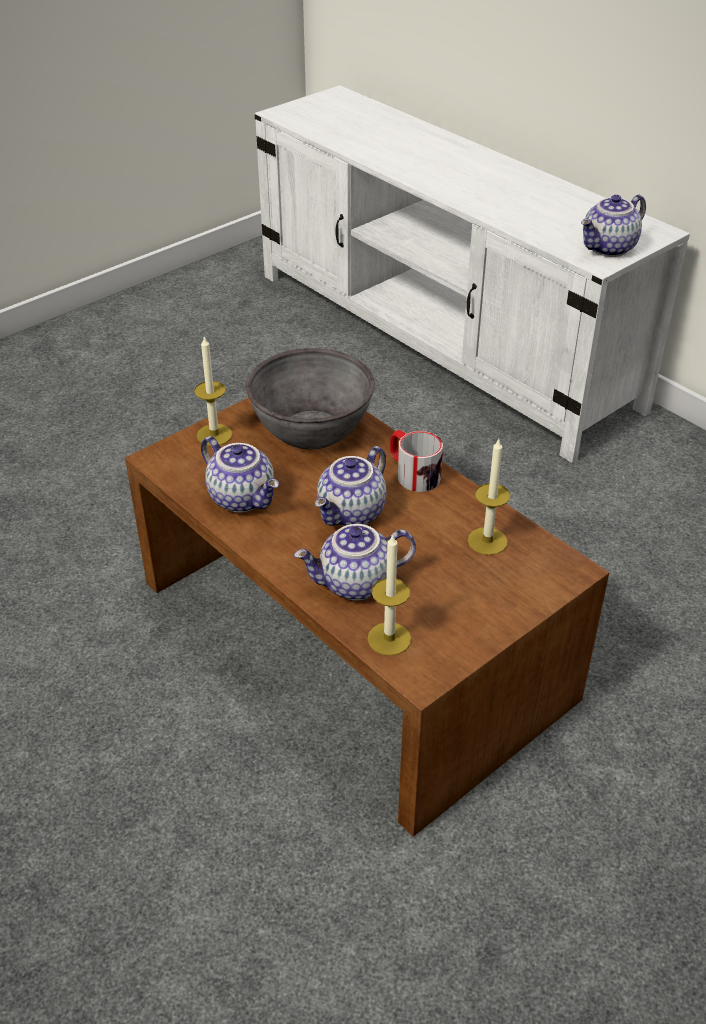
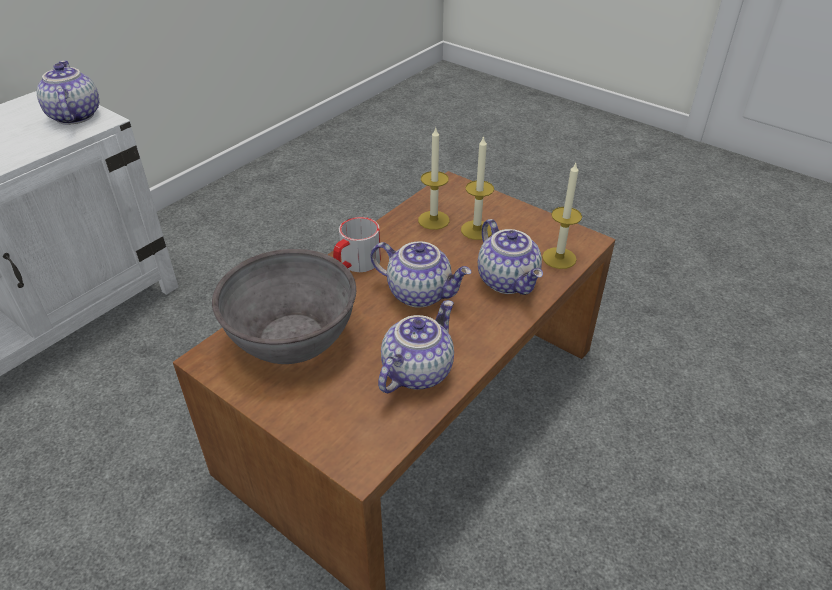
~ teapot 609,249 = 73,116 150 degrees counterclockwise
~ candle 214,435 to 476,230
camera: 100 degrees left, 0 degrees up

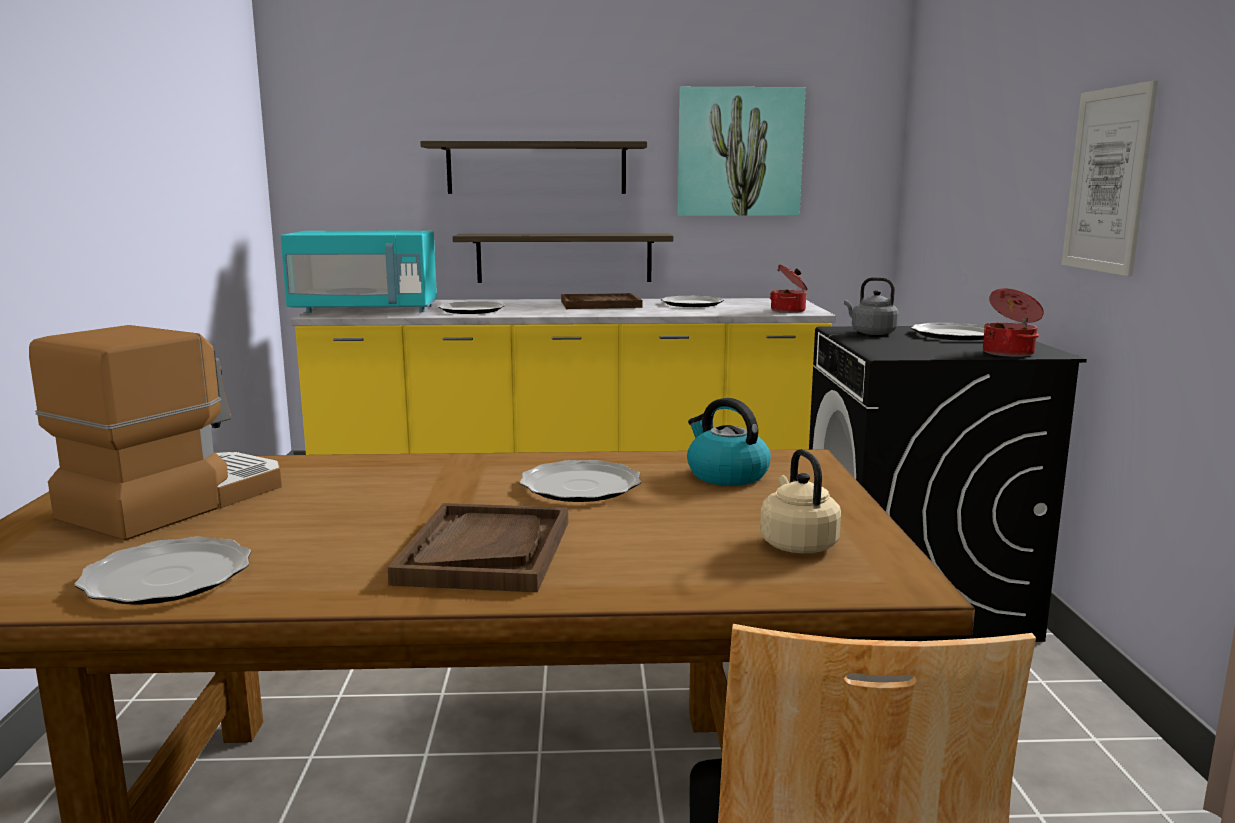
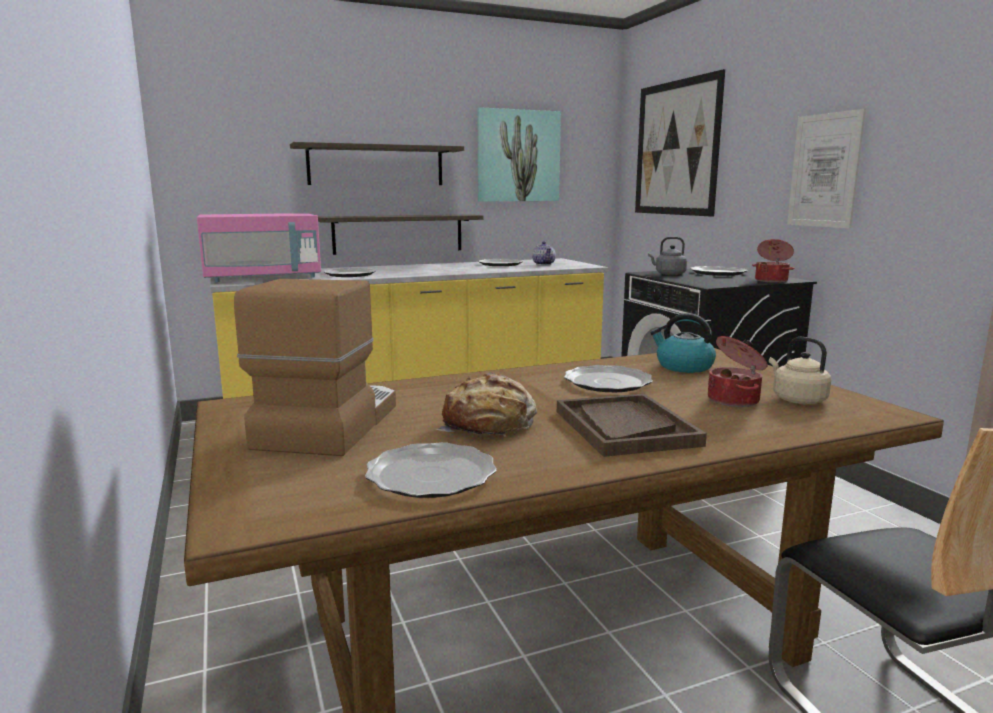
~ turquoise microwave 366,310 to pink microwave 263,278
~ cooking pot 789,311 to 734,400
- brown tray 601,304
+ picture 676,148
+ teapot 543,264
+ bread 489,426
camera: 20 degrees left, 0 degrees up

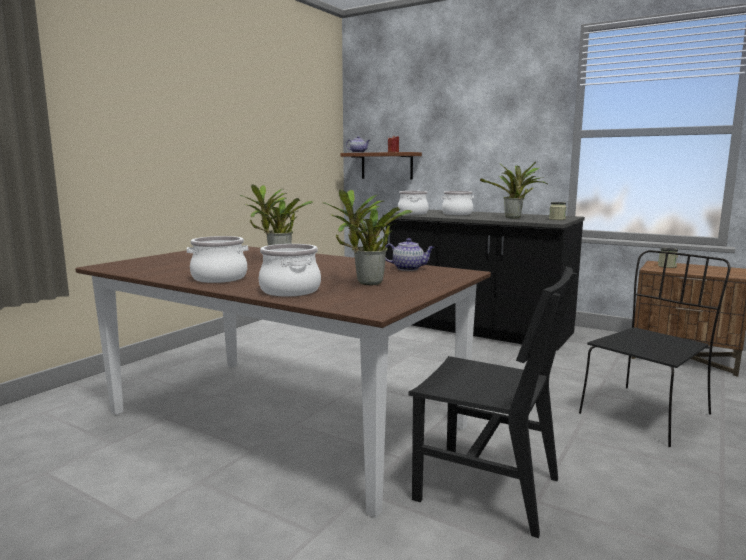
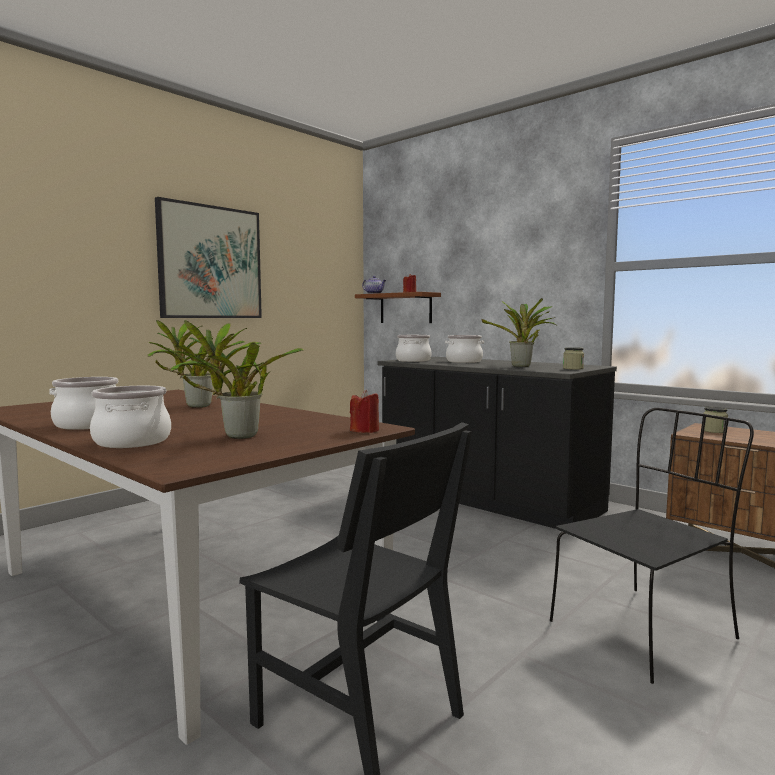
- teapot 409,268
+ picture 210,262
+ red candle 365,430
camera: 10 degrees right, 5 degrees down

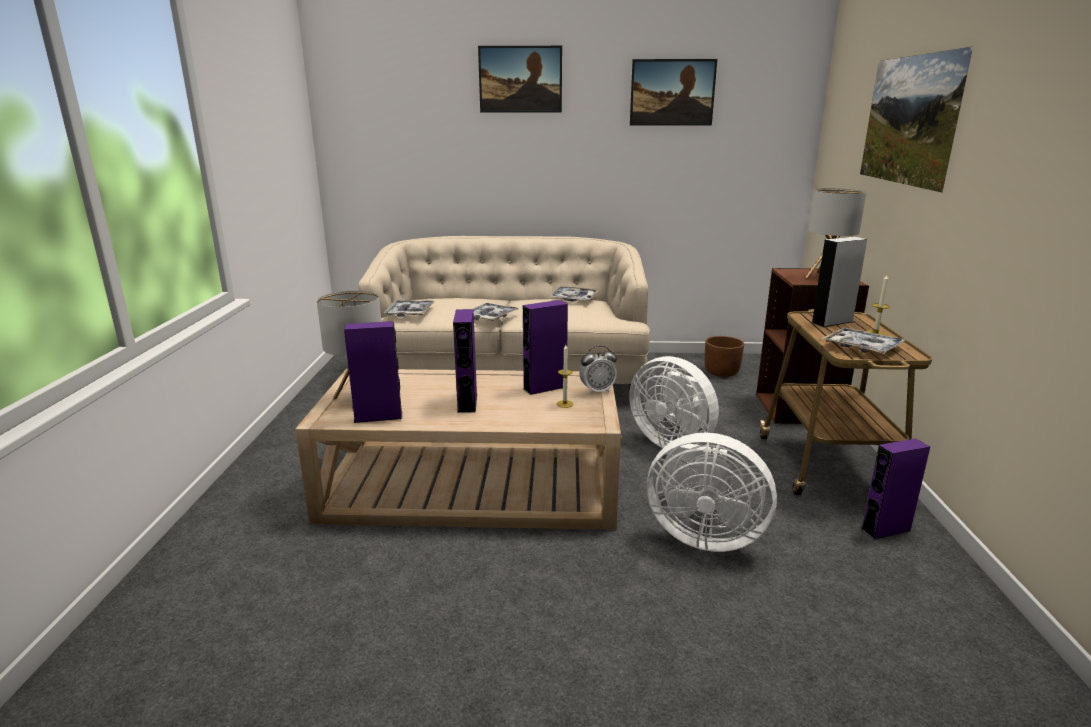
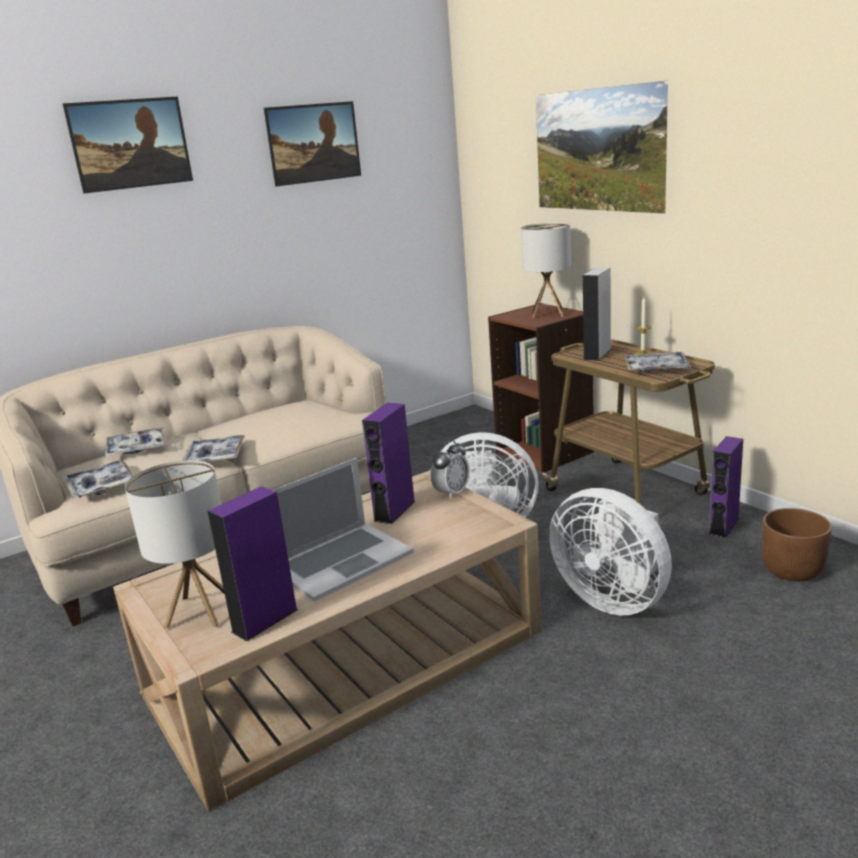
~ tray 574,299 to 137,448
~ purple speaker 467,403 to laptop 340,560
~ brown planter 721,372 to 792,570
- candle 564,404
~ white fan 702,535 = 613,598 60 degrees clockwise
camera: 35 degrees left, 0 degrees up

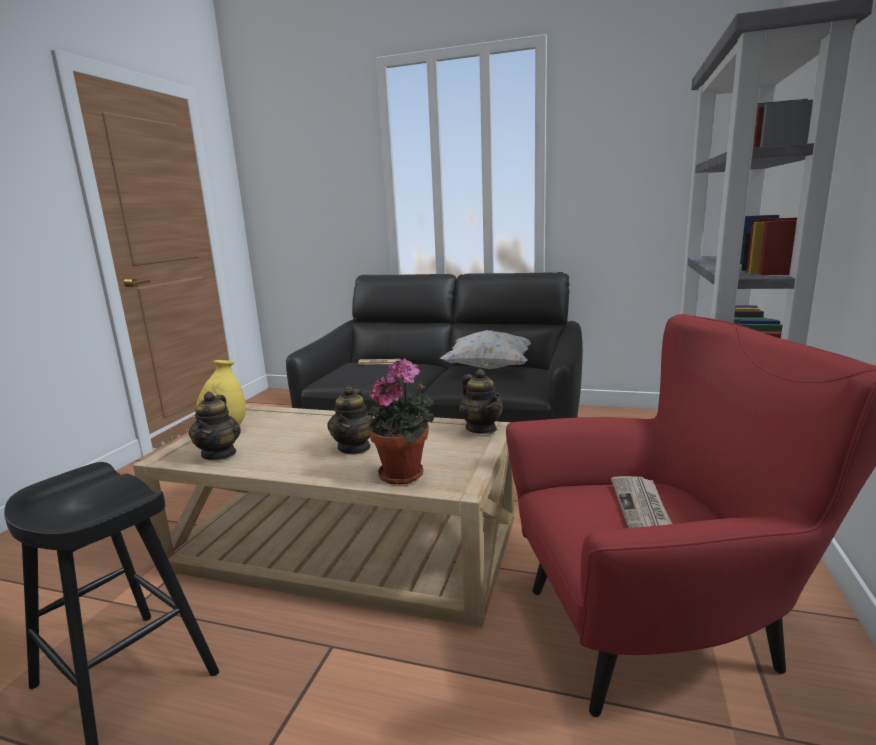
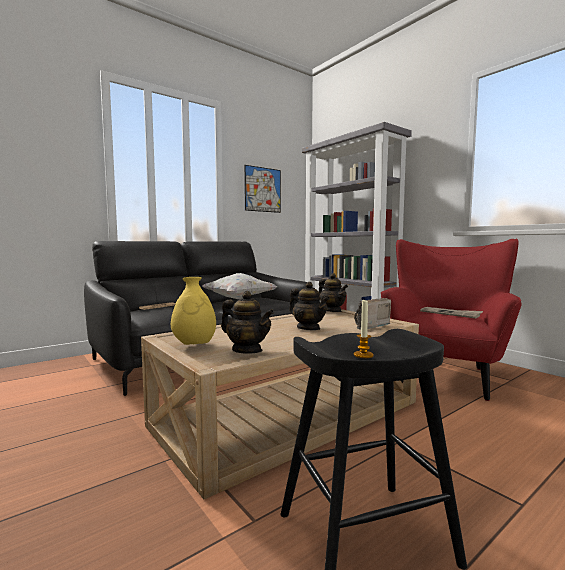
~ potted plant 405,474 to radio 368,326
~ teapot 481,428 = 332,311 45 degrees clockwise
+ picture 262,189
+ candle 363,355
camera: 55 degrees left, 10 degrees down

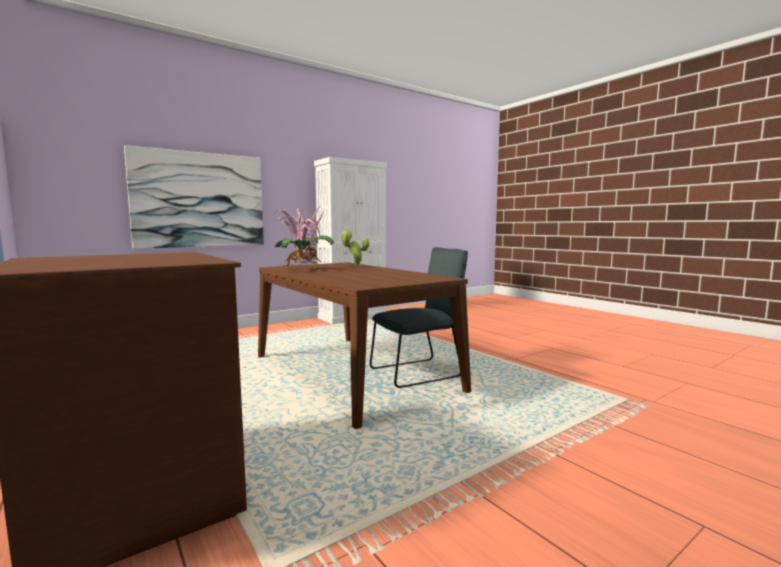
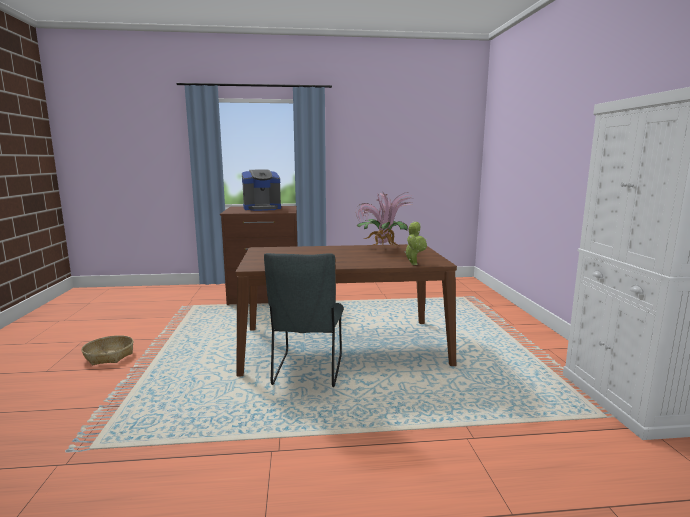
- picture 200,200
+ coffee machine 262,208
+ basket 109,356
camera: 120 degrees right, 5 degrees up

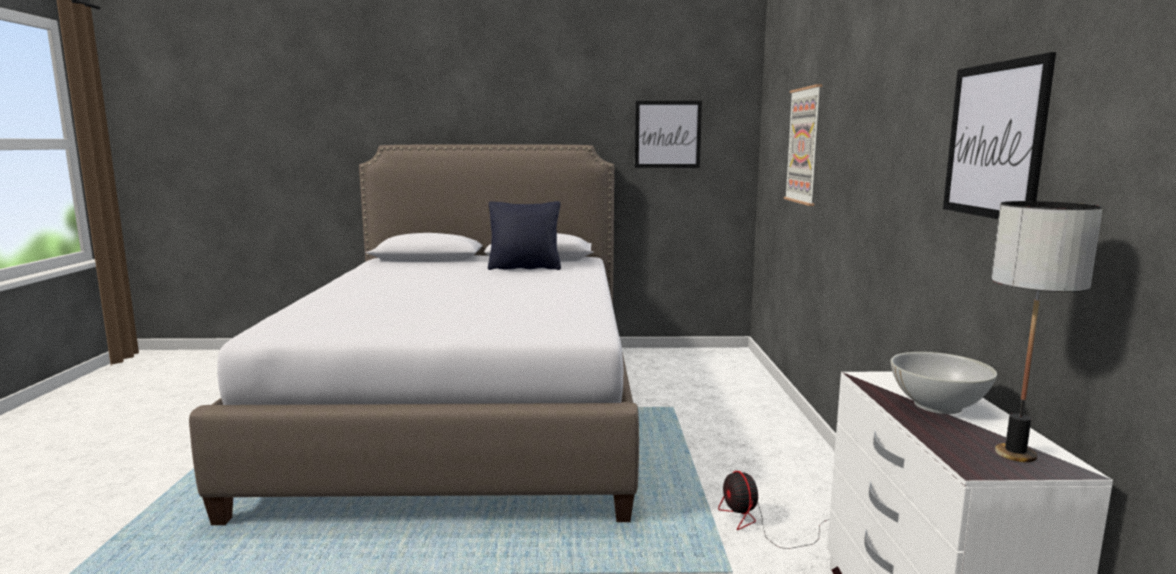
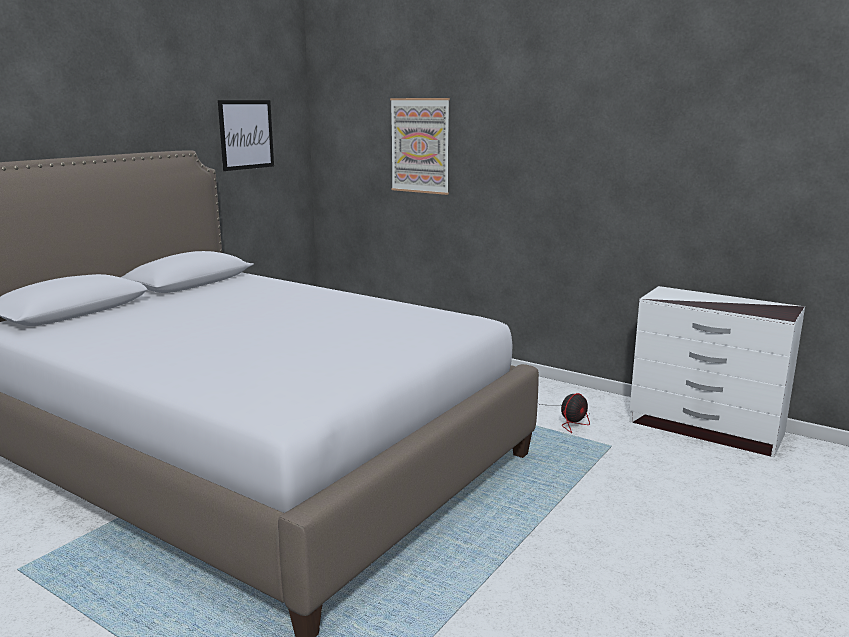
- picture 994,140
- black pillow 525,268
- table lamp 1016,454
- white bowl 938,406
~ fan 761,525 = 570,420 60 degrees counterclockwise
camera: 55 degrees left, 5 degrees up

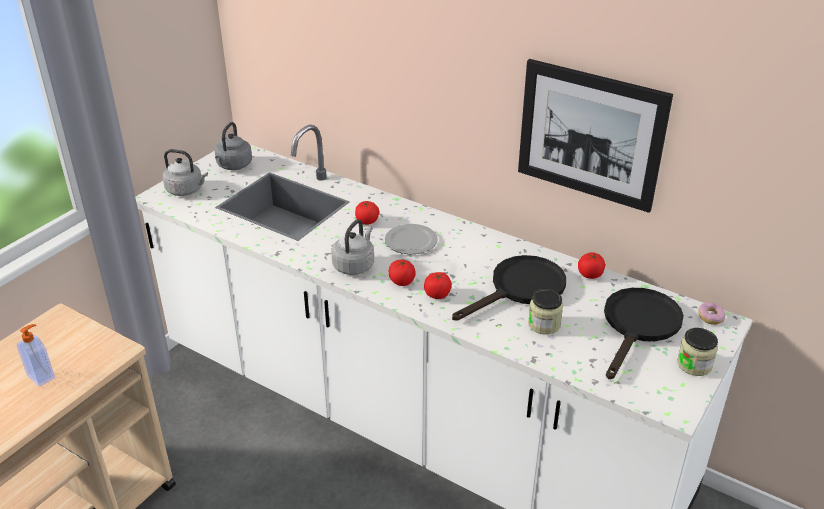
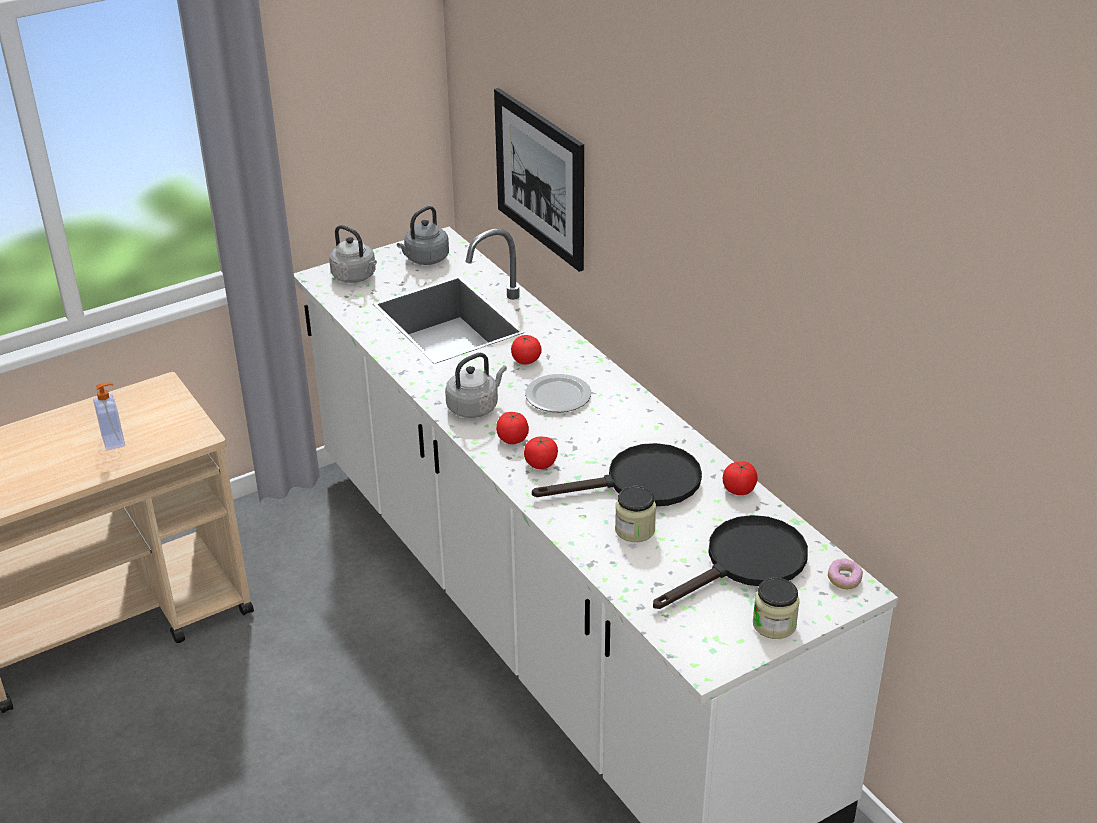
~ picture 590,135 to 540,178
camera: 25 degrees right, 0 degrees up

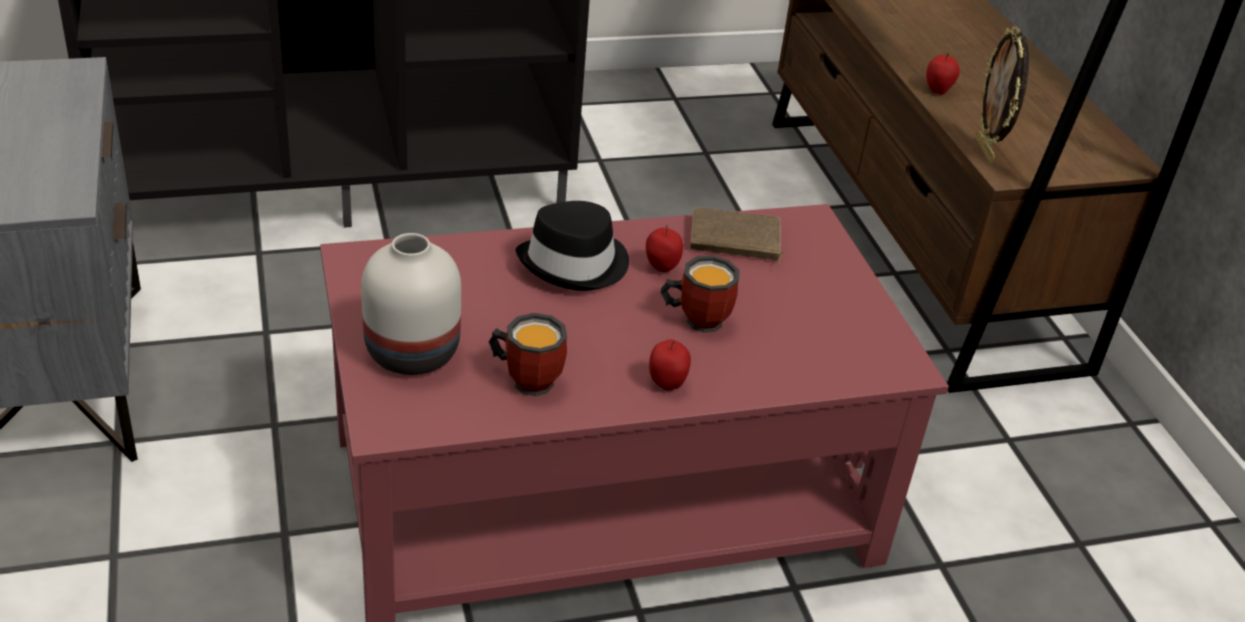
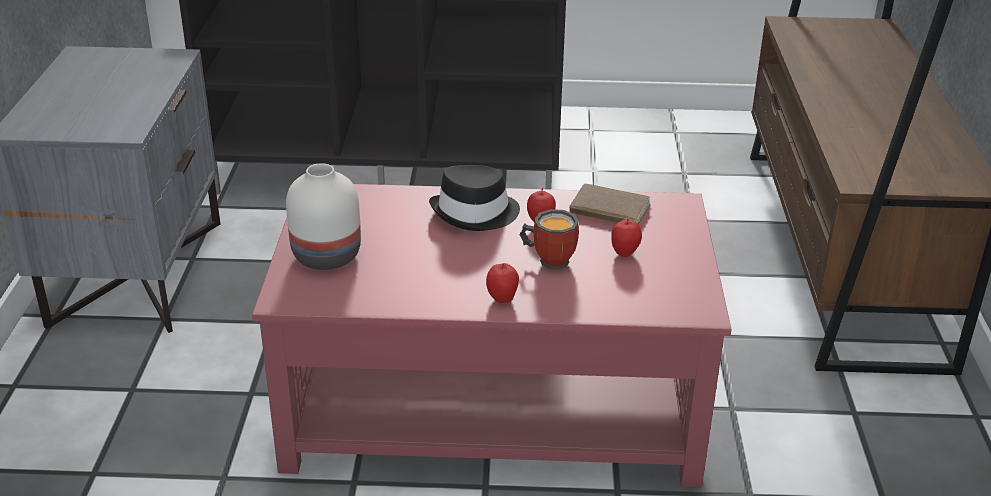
- picture frame 986,151
~ apple 938,90 to 625,253
- mug 527,378
camera: 20 degrees right, 5 degrees down

